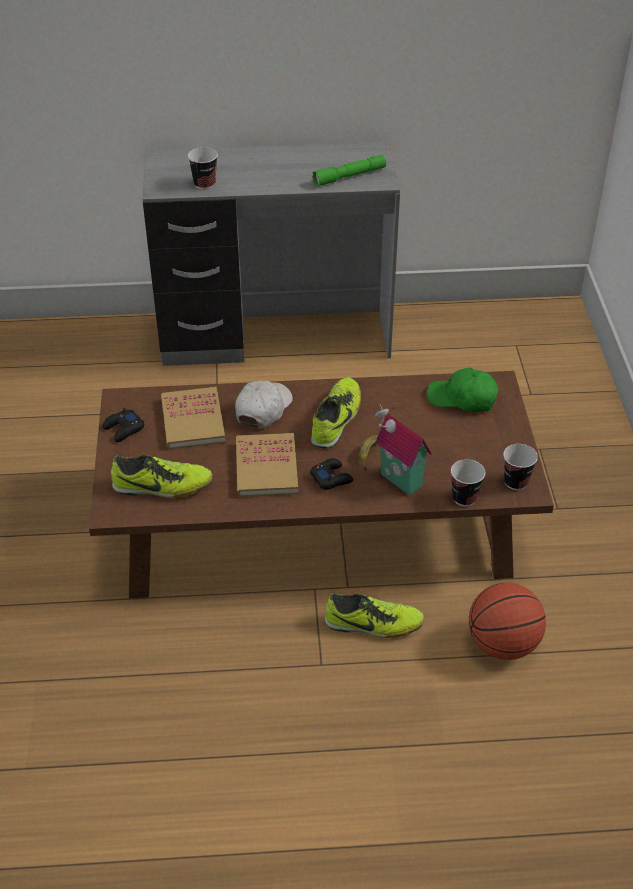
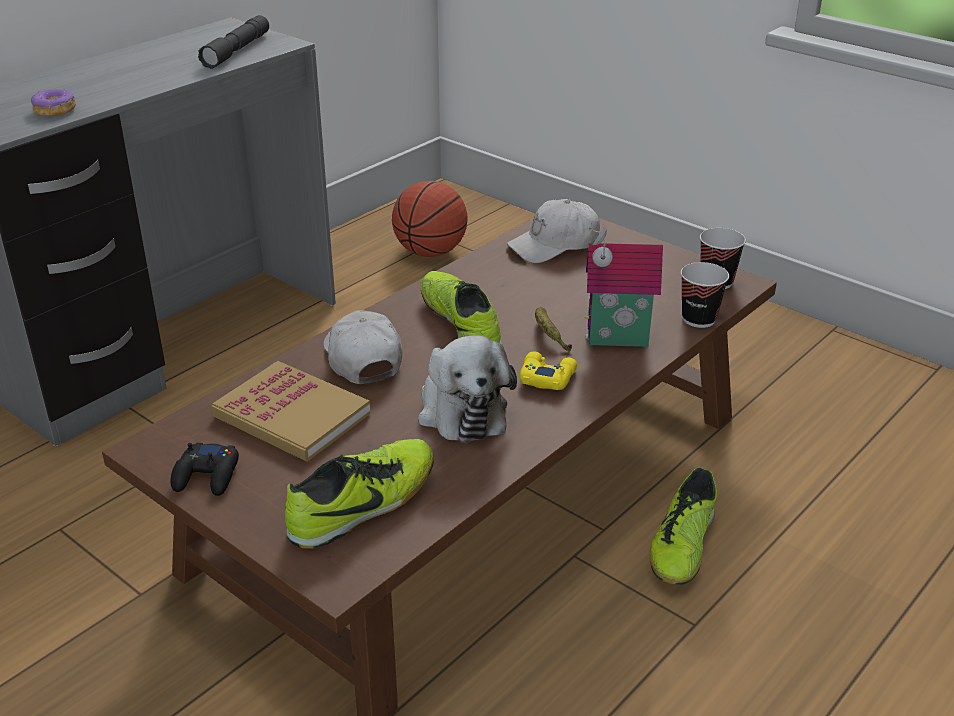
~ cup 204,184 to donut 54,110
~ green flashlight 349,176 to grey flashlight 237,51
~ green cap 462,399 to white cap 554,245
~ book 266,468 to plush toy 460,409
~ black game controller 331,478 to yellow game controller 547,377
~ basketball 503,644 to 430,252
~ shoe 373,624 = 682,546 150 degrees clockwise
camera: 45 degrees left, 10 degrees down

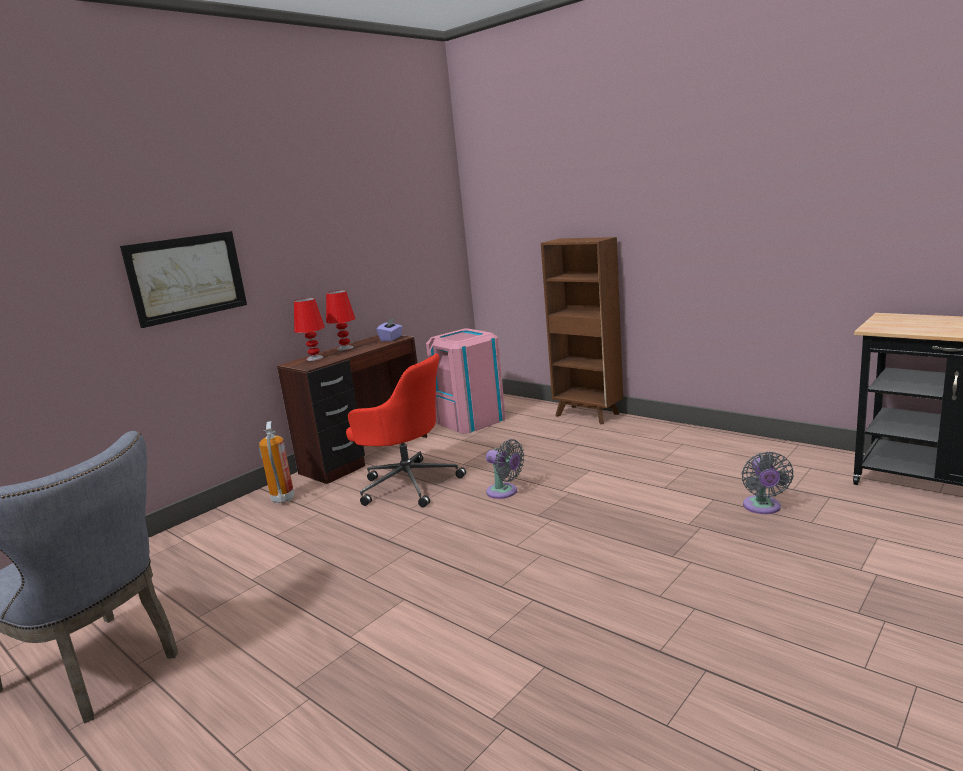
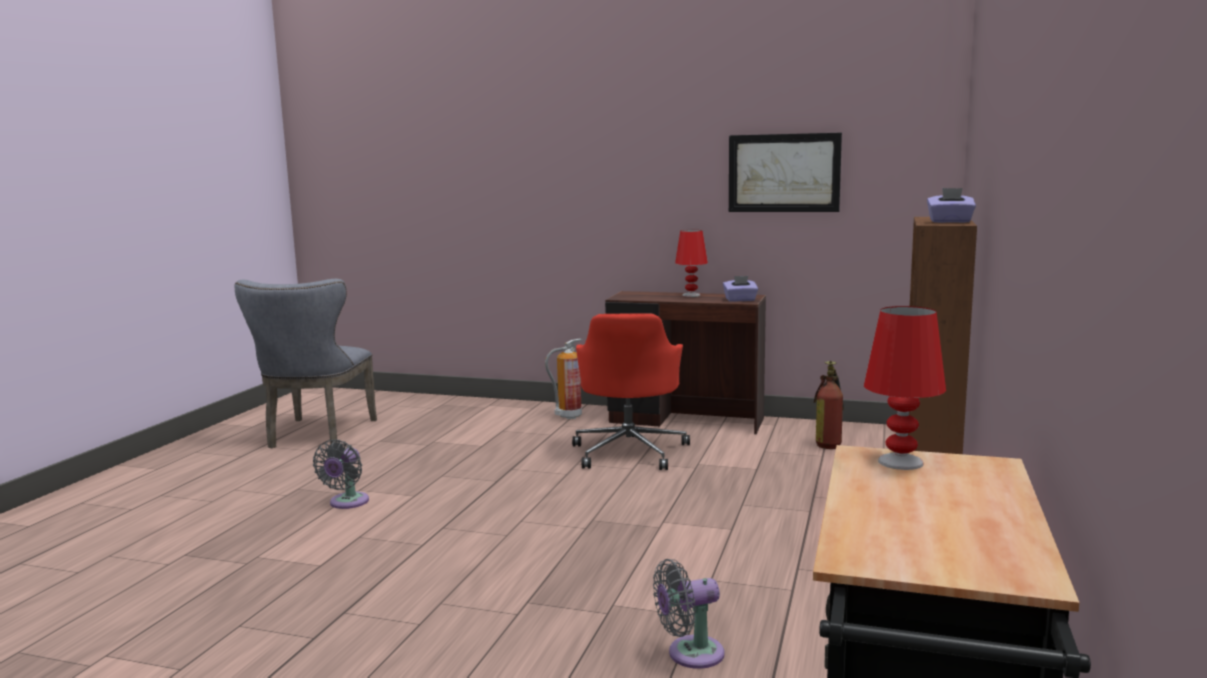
~ picture 187,277 to 784,173
~ red table lamp 315,358 to 901,462
~ pink trash can 471,420 to fire extinguisher 830,443
~ grey fan 504,492 to 347,503
+ purple tissue box 950,222
camera: 65 degrees right, 5 degrees down

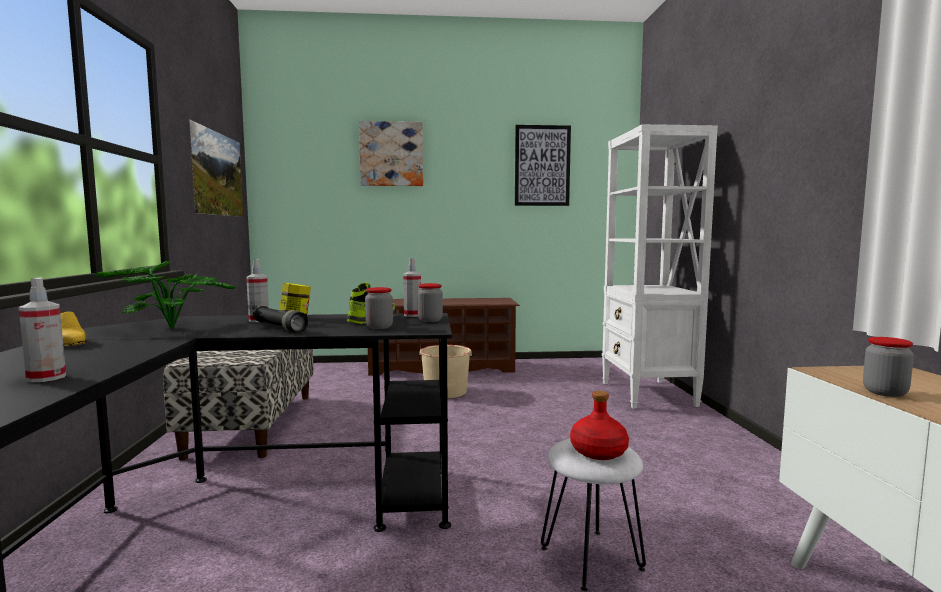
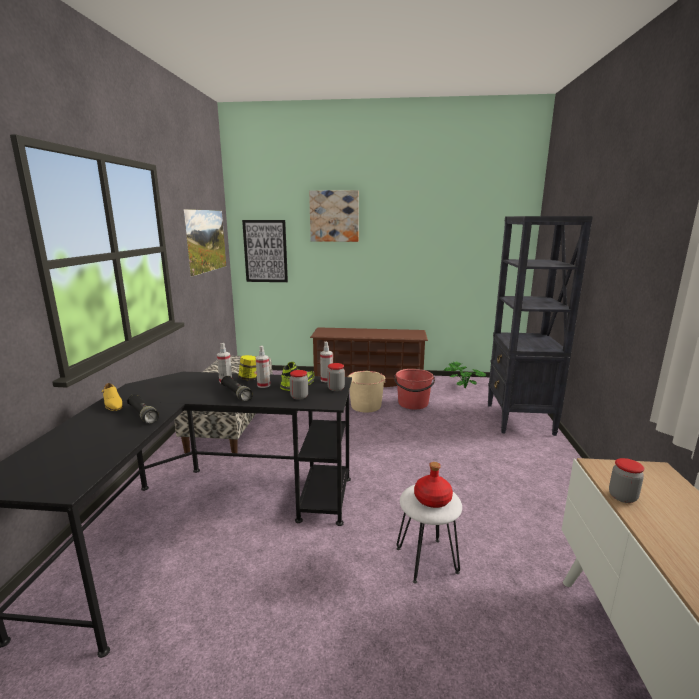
~ white bookcase 648,394 to black bookcase 519,419
~ picture 542,166 to 265,251
~ potted plant 171,327 to 463,387
~ spray bottle 46,378 to 263,385
+ red bucket 413,404
+ black flashlight 143,414
camera: 10 degrees right, 10 degrees up

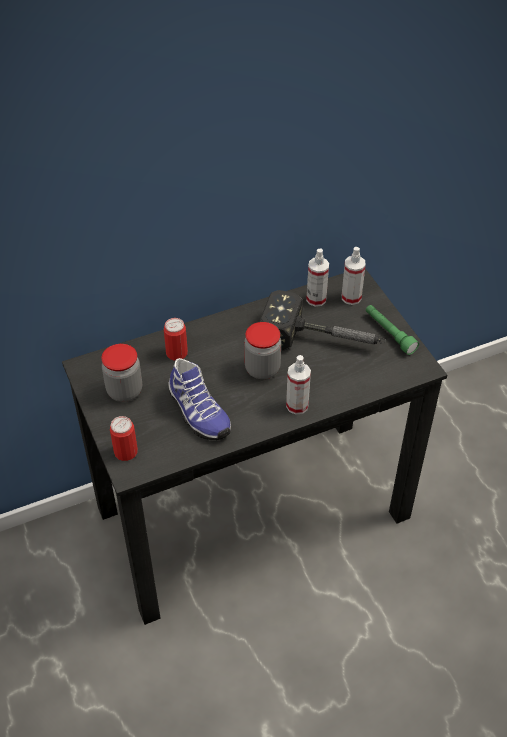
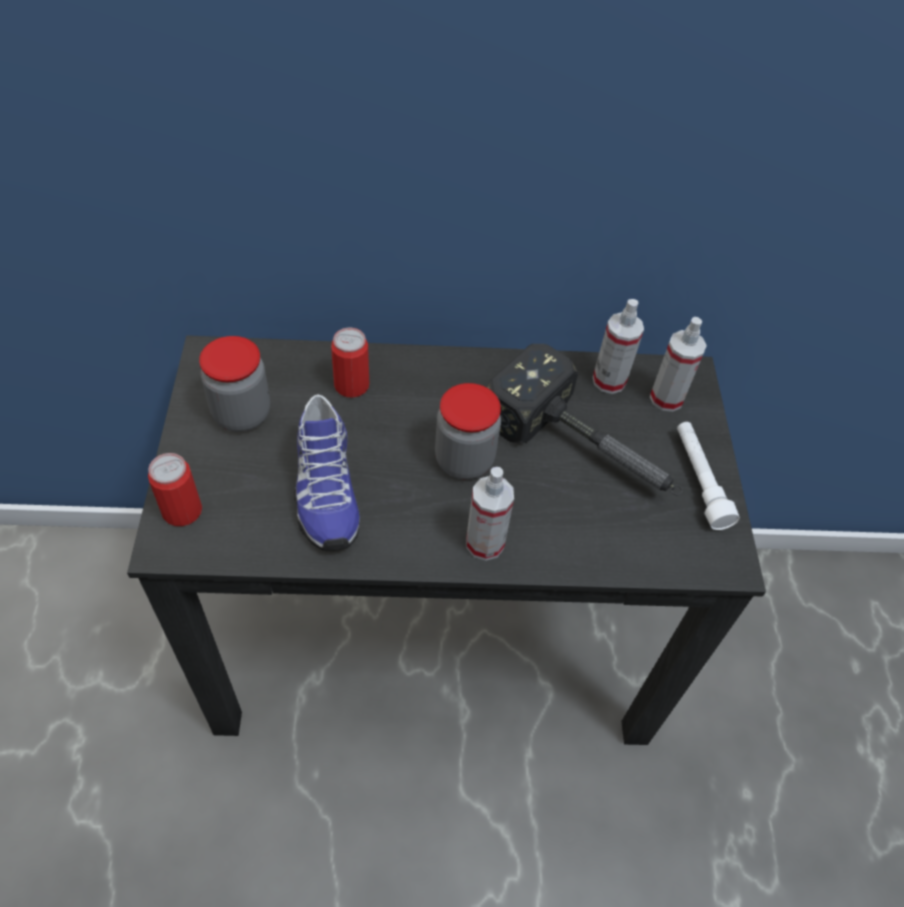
~ green flashlight 389,333 to white flashlight 699,480
camera: 20 degrees right, 5 degrees up

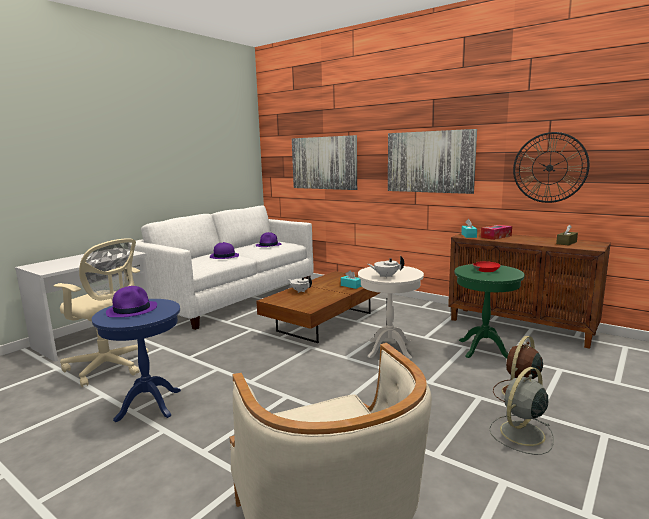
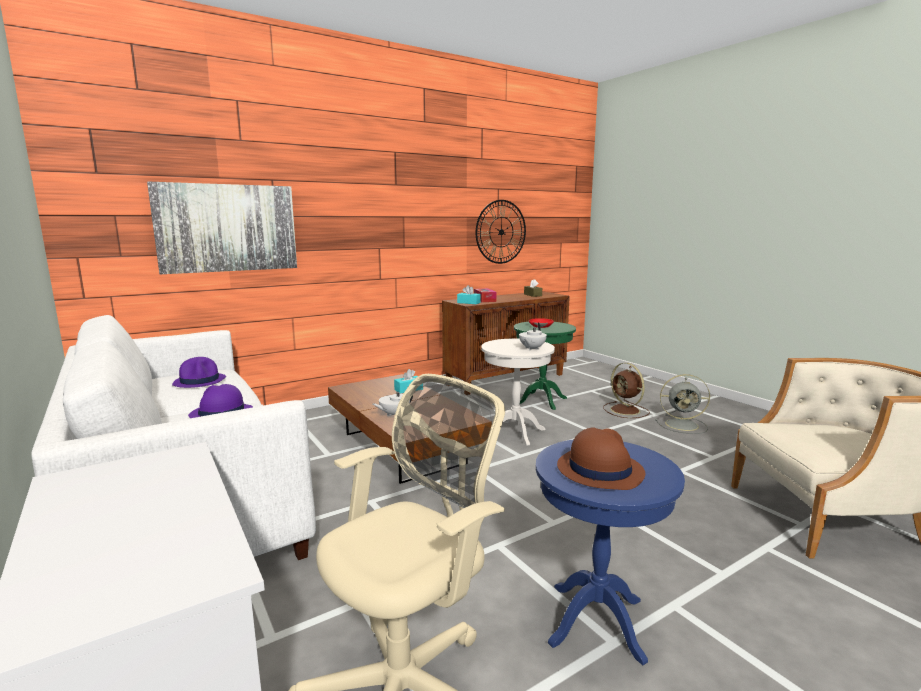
- picture 430,162
~ purple hat 132,310 to brown hat 599,470
~ grey fan 521,434 = 683,425 60 degrees counterclockwise
camera: 70 degrees left, 0 degrees up

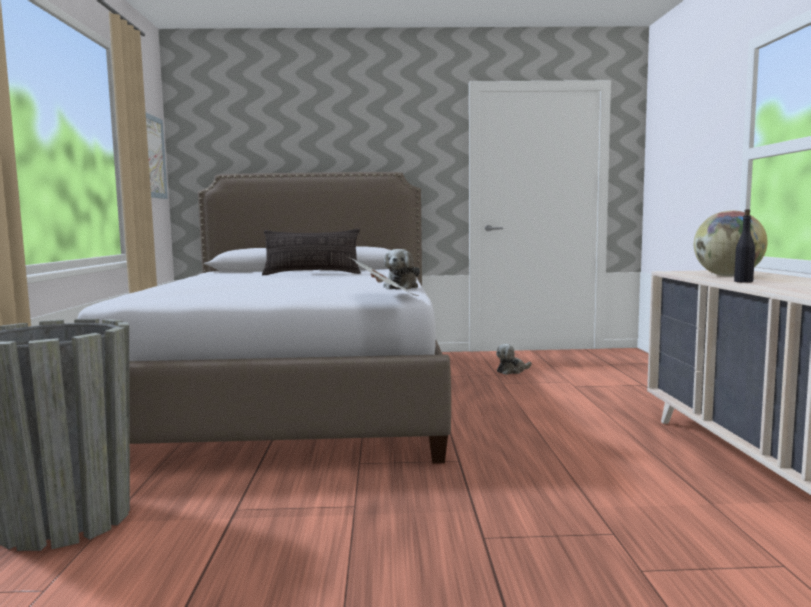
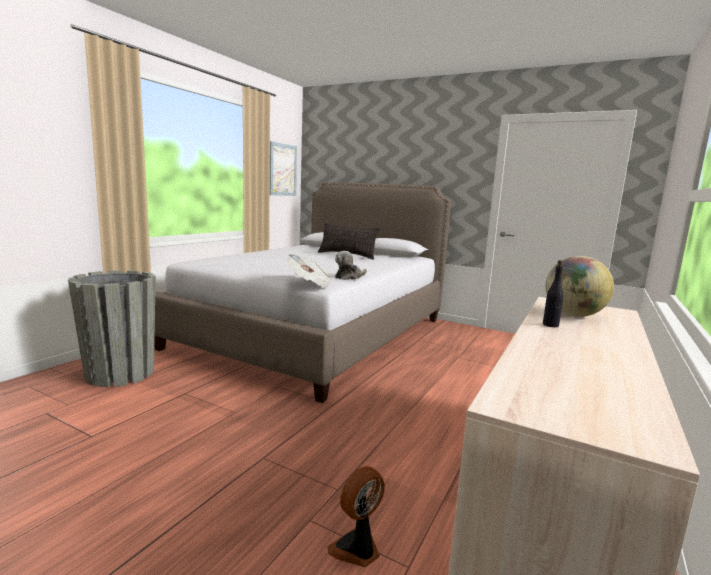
- plush toy 512,371
+ fan 357,549
camera: 30 degrees right, 5 degrees up

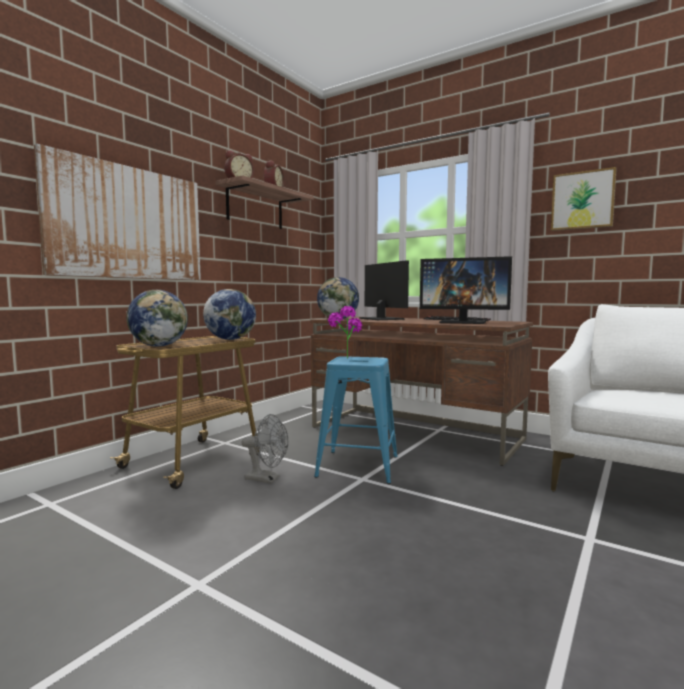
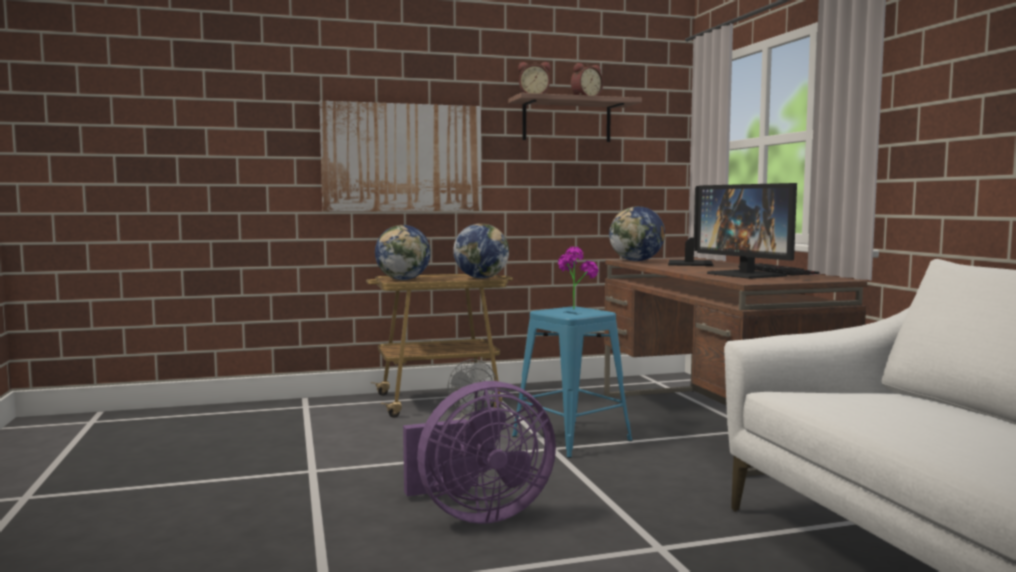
- picture 582,200
+ purple fan 476,514
camera: 40 degrees right, 0 degrees up

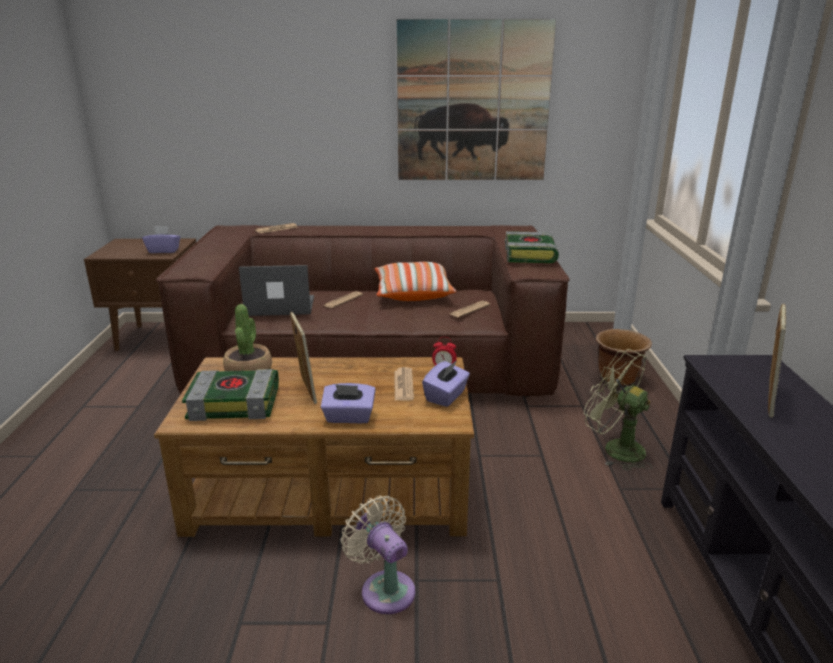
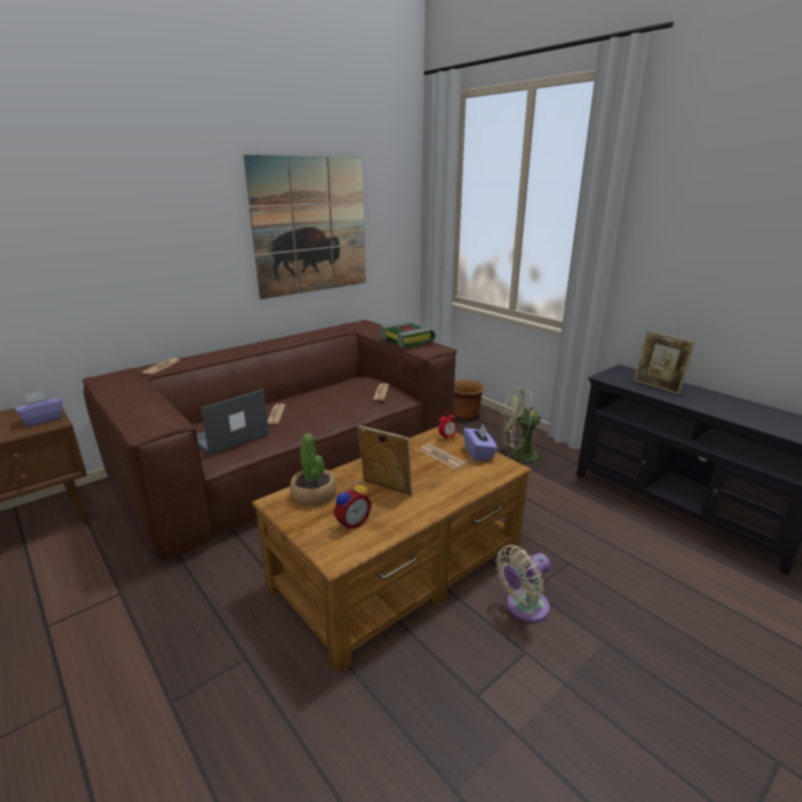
- pillow 412,293
~ picture frame 767,399 = 657,387 150 degrees clockwise
~ book 236,402 to alarm clock 351,522
- purple tissue box 349,417
~ beige fan 385,588 = 524,607 45 degrees counterclockwise
camera: 40 degrees left, 0 degrees up

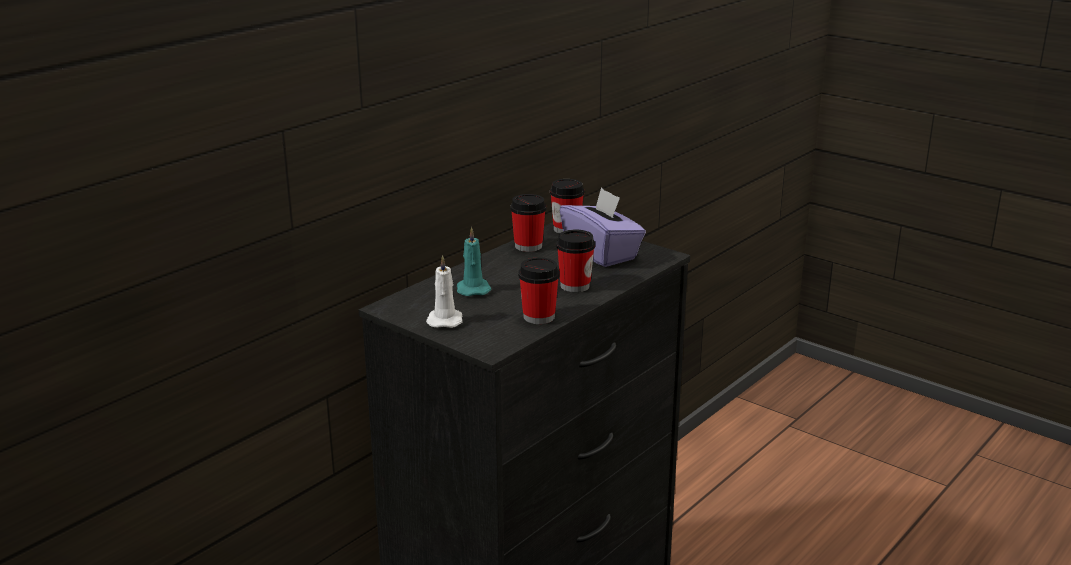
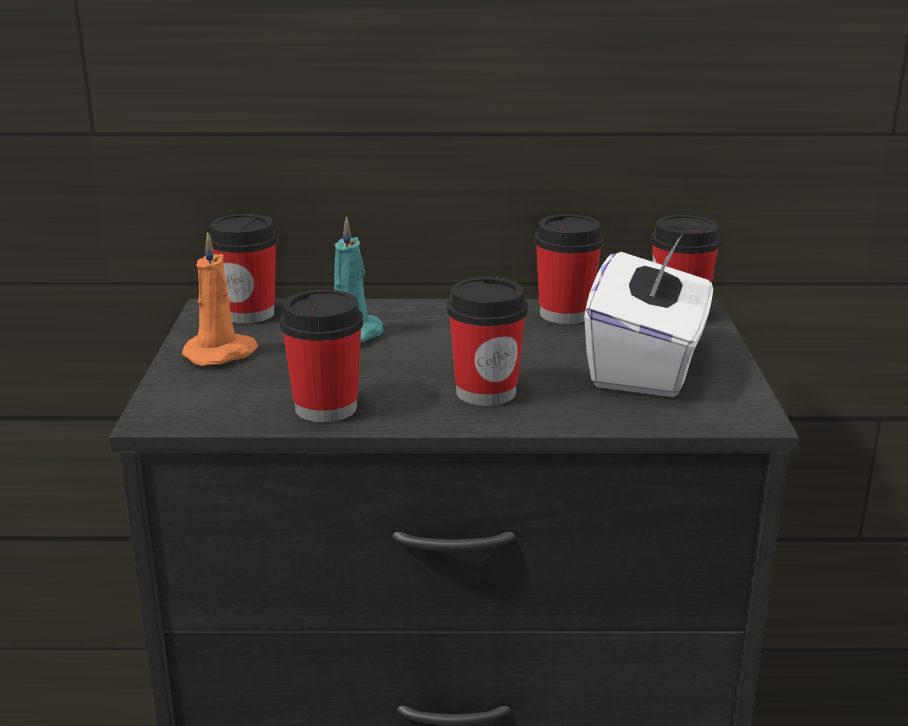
~ purple tissue box 601,253 to white tissue box 647,367
~ white candle 445,320 to orange candle 222,353
+ cup 248,313
camera: 50 degrees right, 0 degrees up

